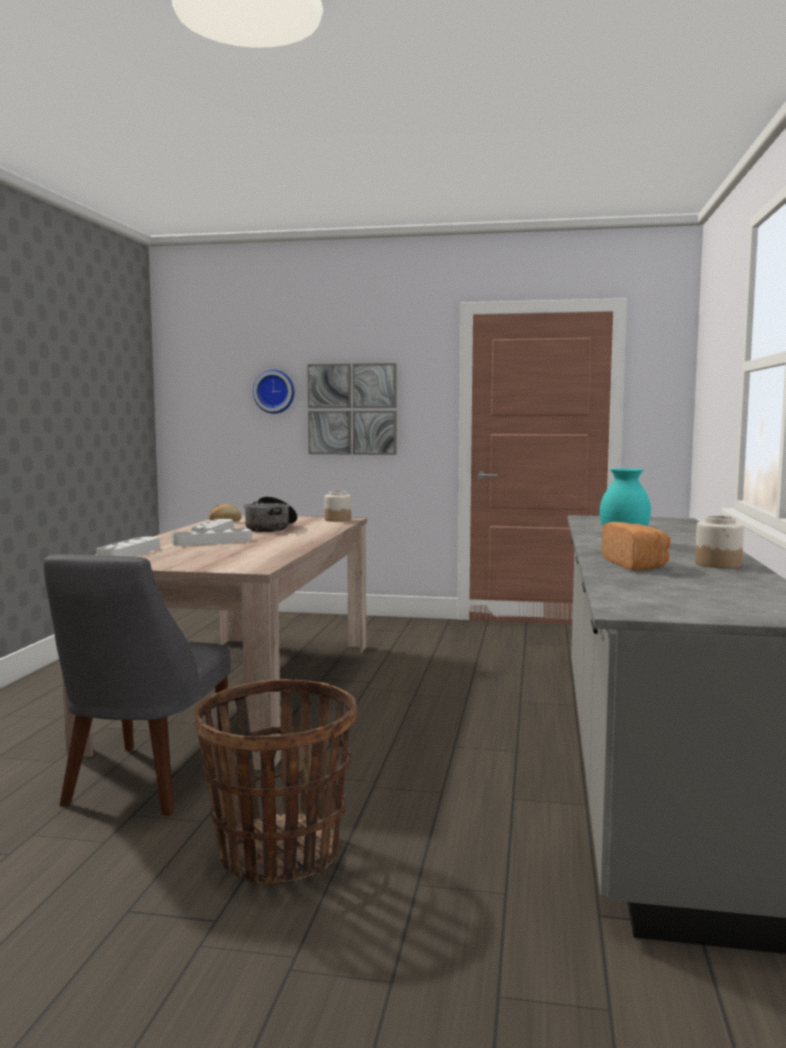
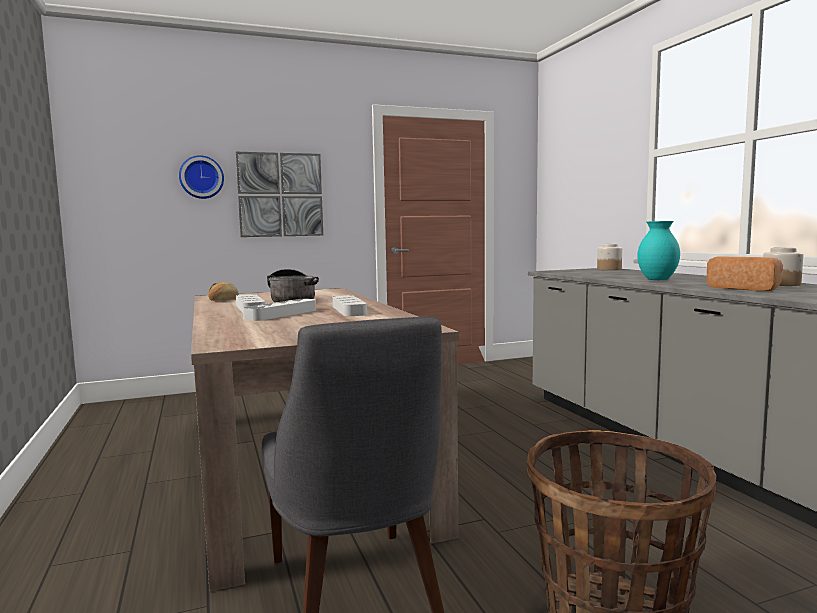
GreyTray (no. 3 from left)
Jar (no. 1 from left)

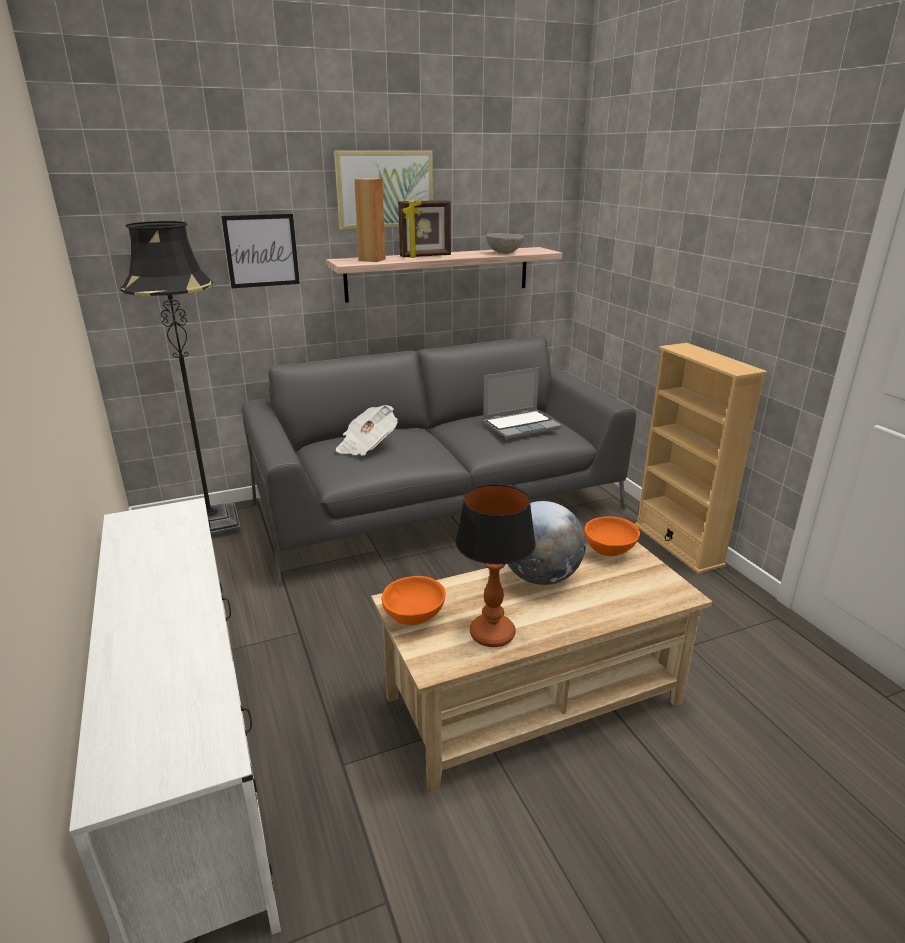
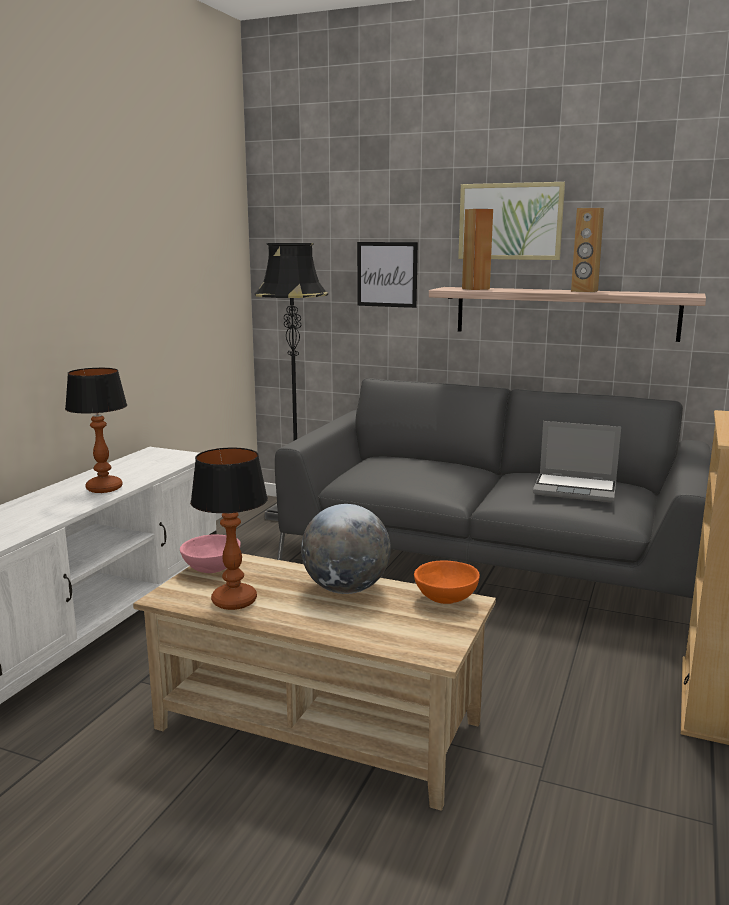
Newspaper
PinkBowl
PictureFrame
GreyBowl
TableLamp (no. 1 from left)
BrownSpeaker (no. 2 from left)

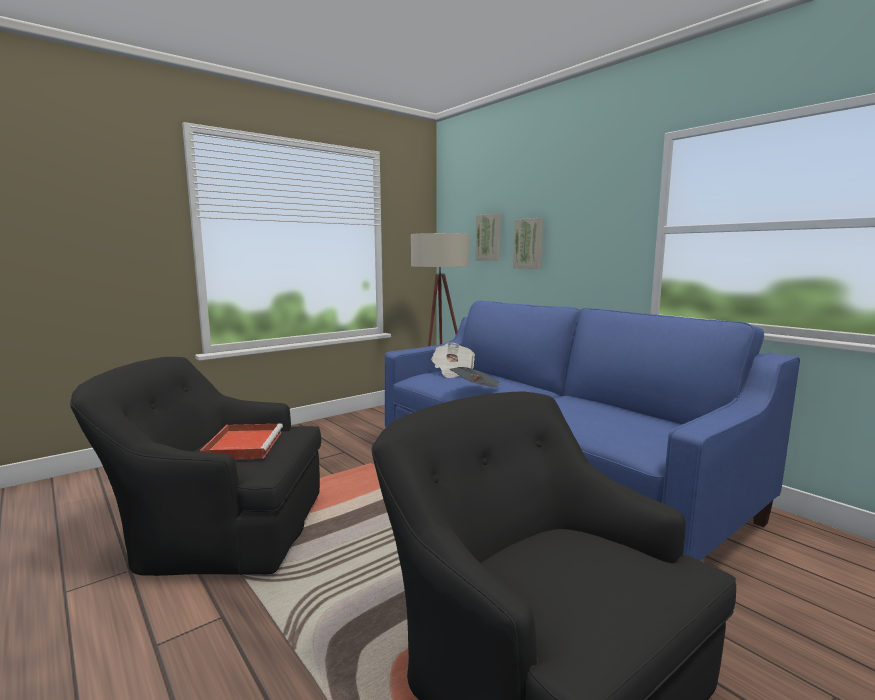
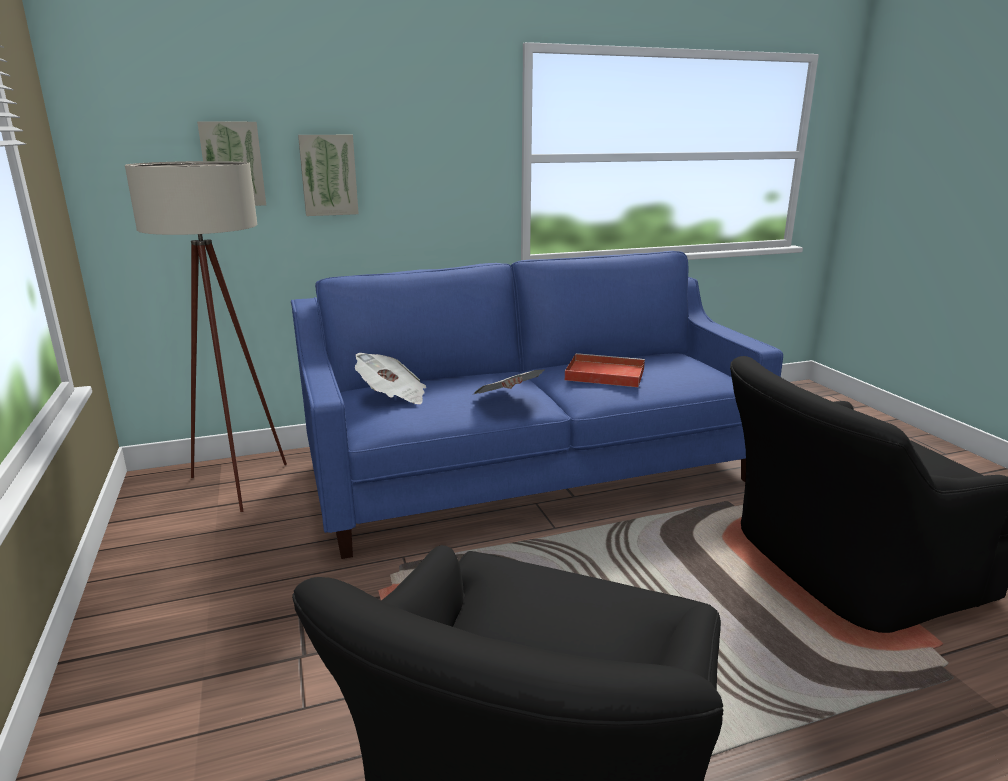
RedTray

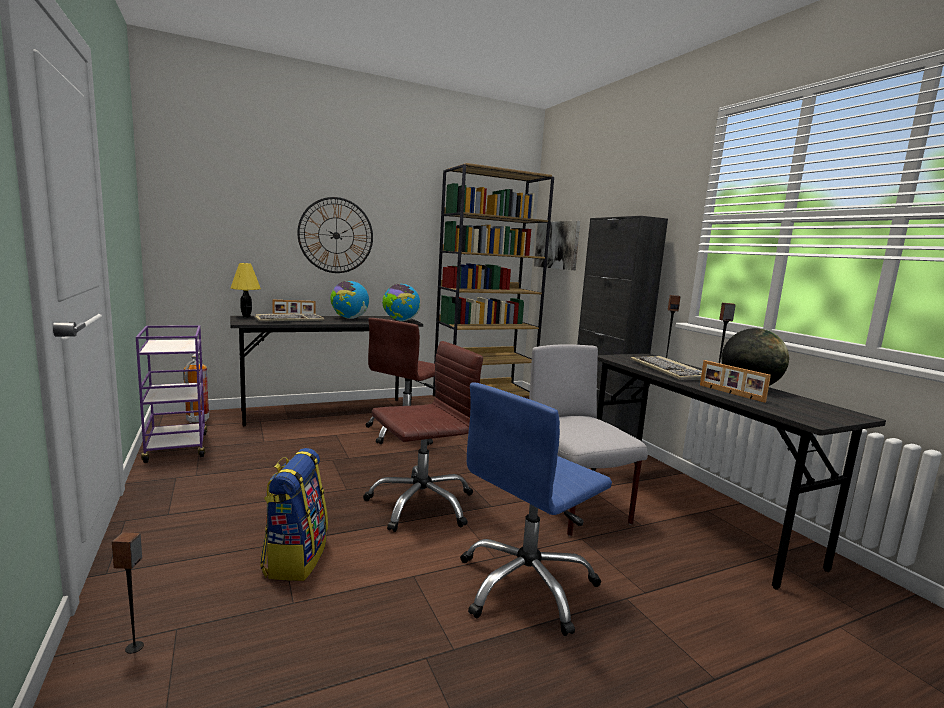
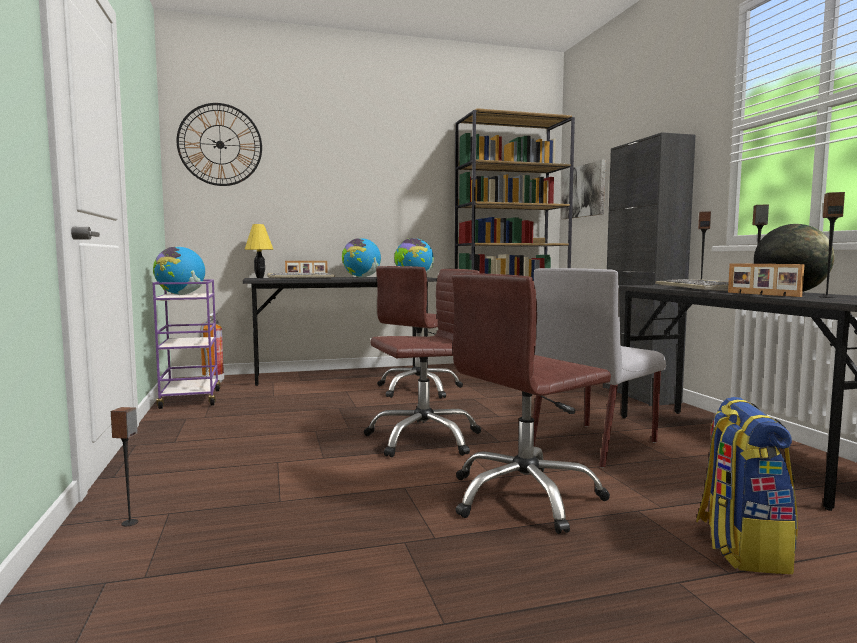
Backpack
WallClock
BrownOfficeChair (no. 3 from left)
GreyChair
Globe (no. 1 from left)
Speaker (no. 4 from left)

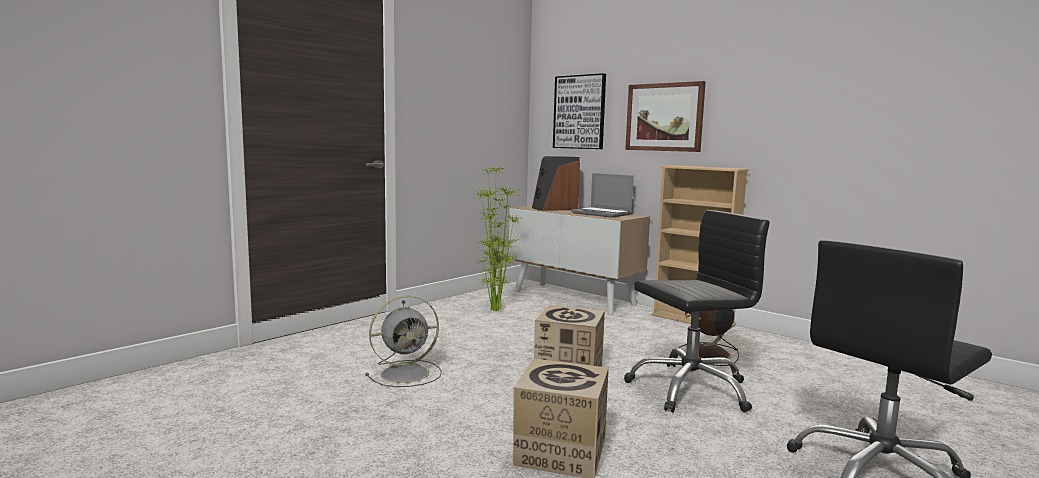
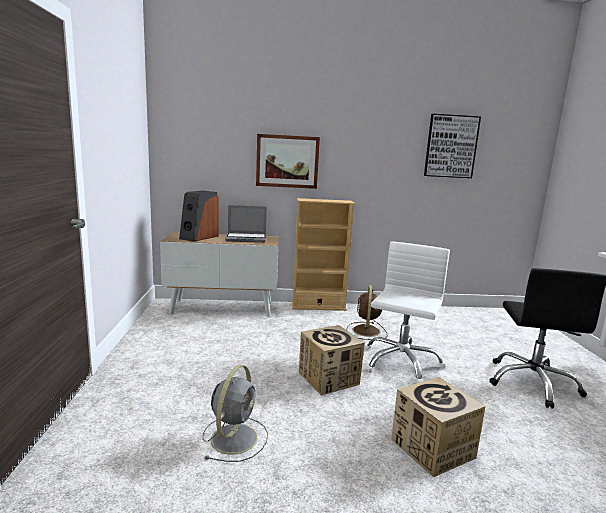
PottedPlant
Picture (no. 2 from left)
WhiteOfficeChair

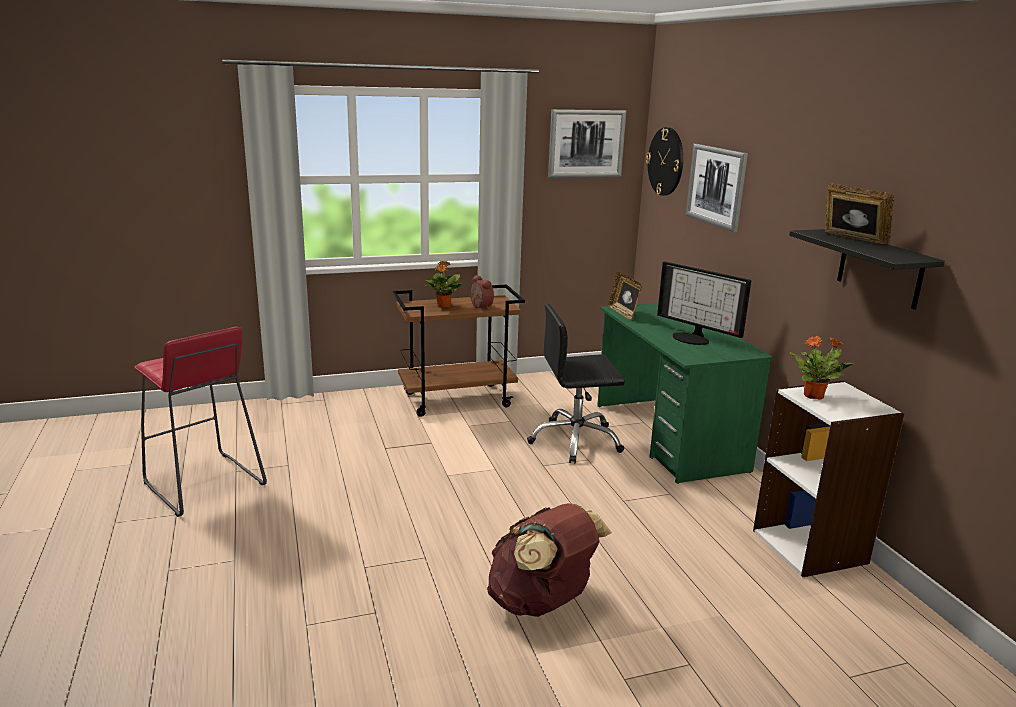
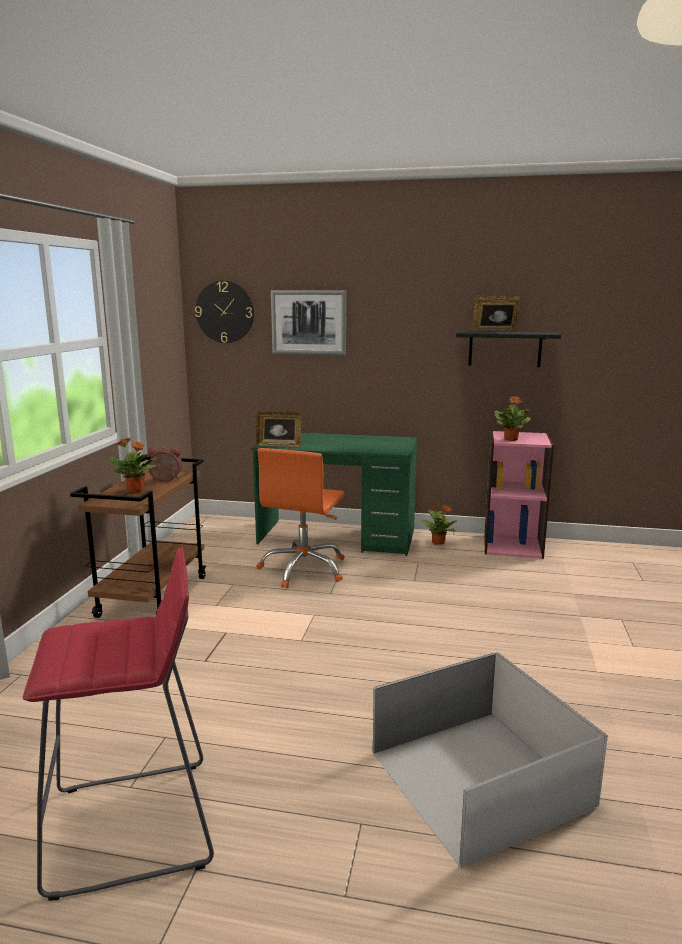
BrownBackpack
OrangeOfficeChair
Picture (no. 1 from left in the first image)
Monitor
PinkBookcase
WhiteStorageBox
PottedPlant (no. 2 from left)

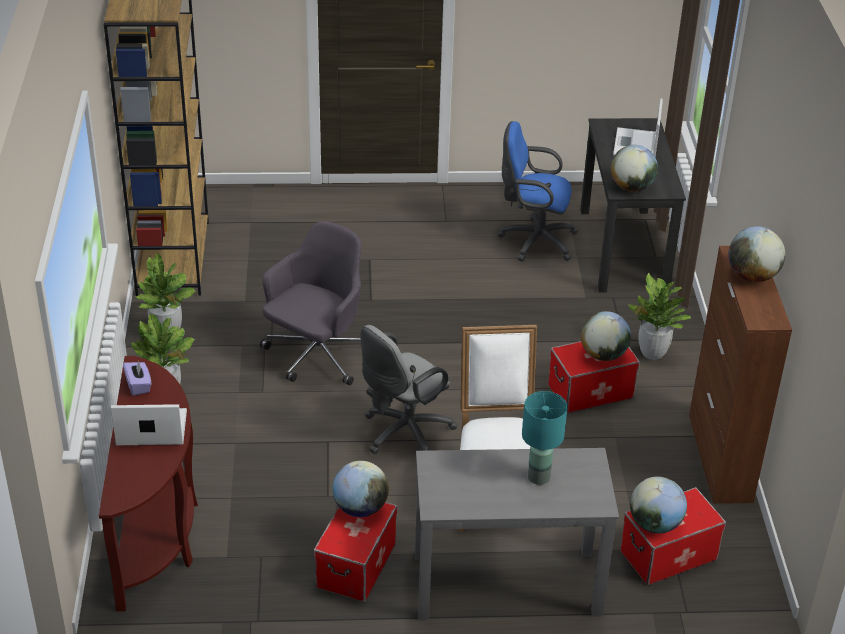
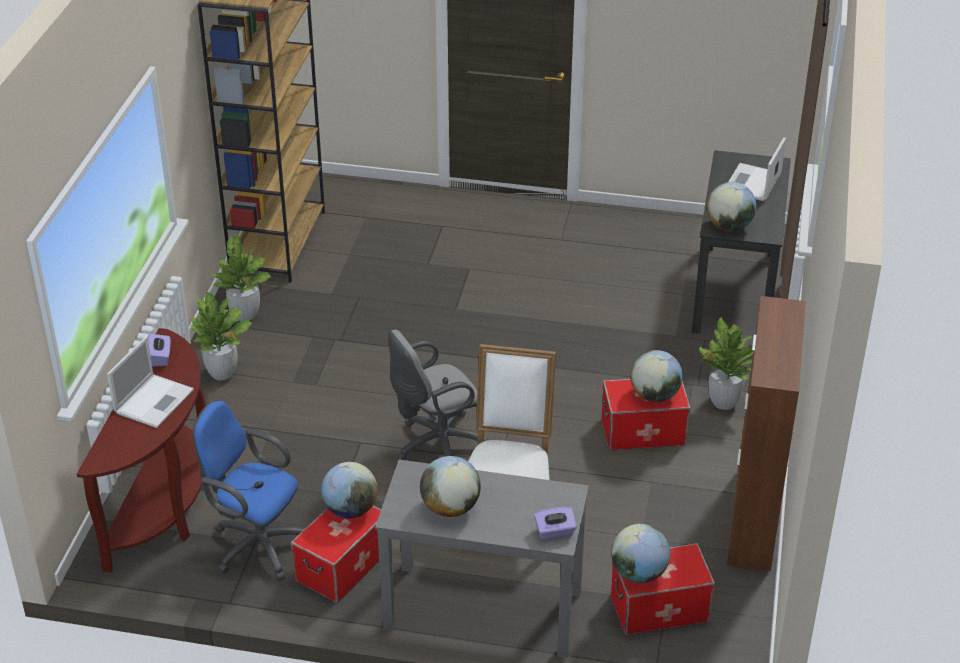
Laptop (no. 1 from left)
GreyOfficeChair (no. 1 from left in the first image)
BlueOfficeChair
TurquoiseTableLamp
Globe (no. 2 from left)
PurpleTissueBox (no. 2 from left)

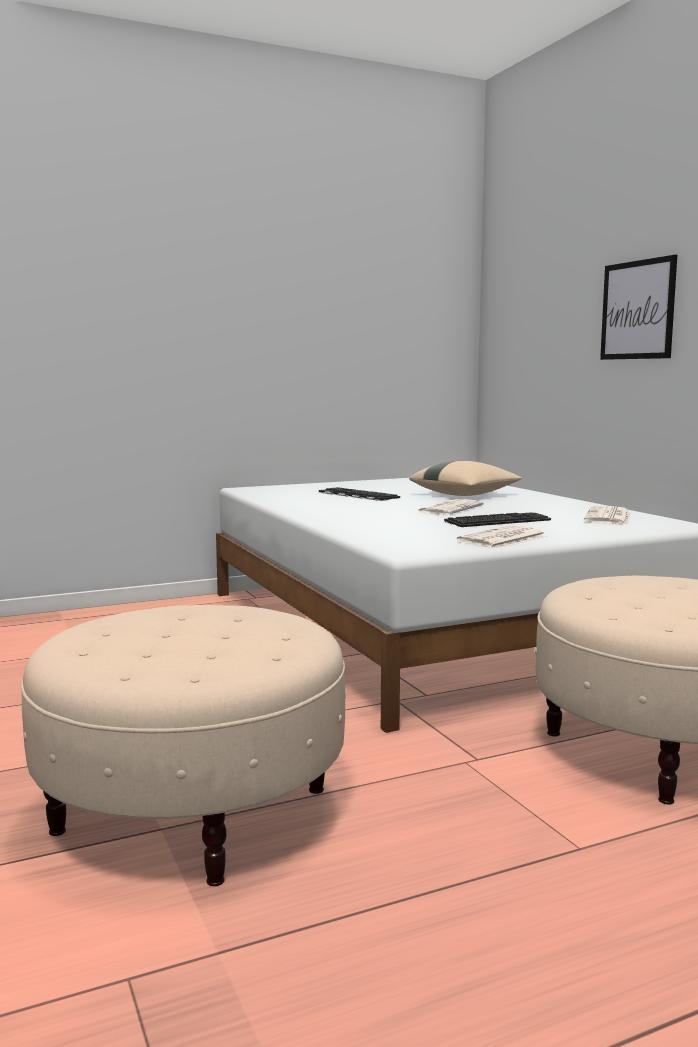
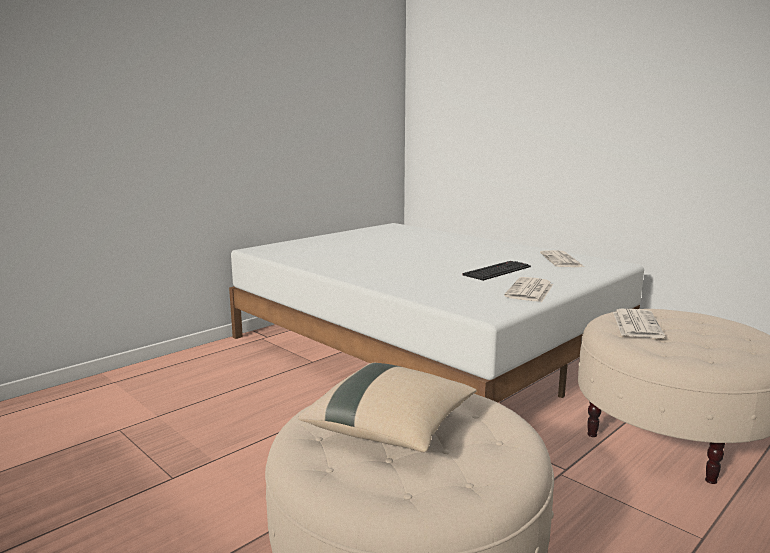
Keyboard (no. 1 from left in the first image)
BeigePillow
Newspaper (no. 3 from left)
Picture

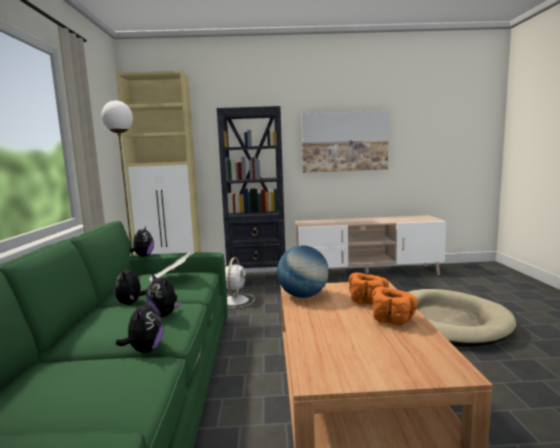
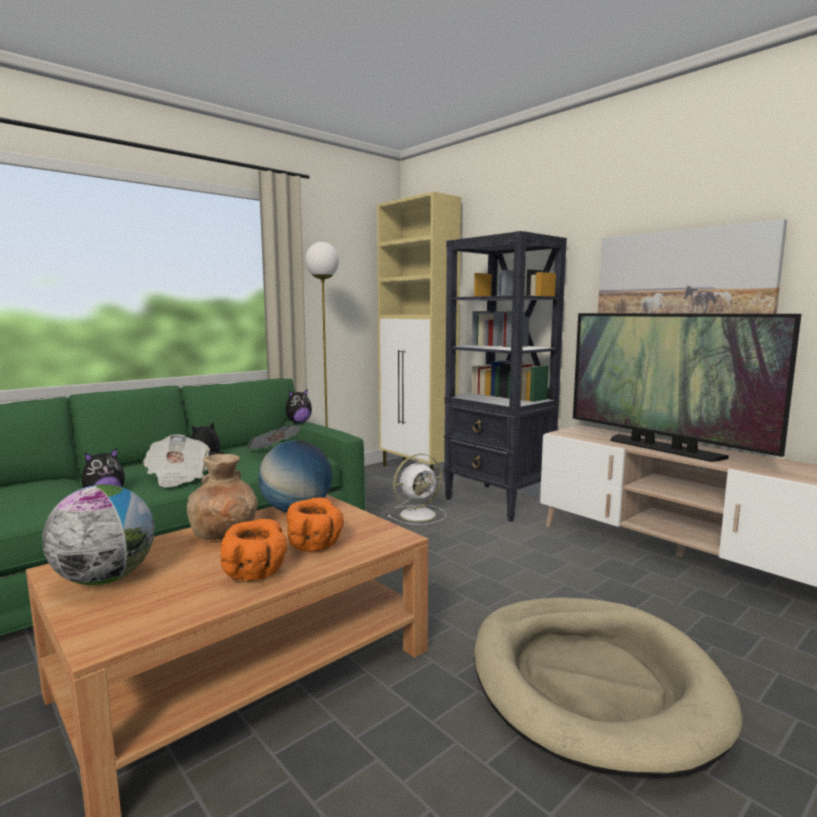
Newspaper (no. 1 from left)
Globe (no. 1 from left)
BrownVase
Television

